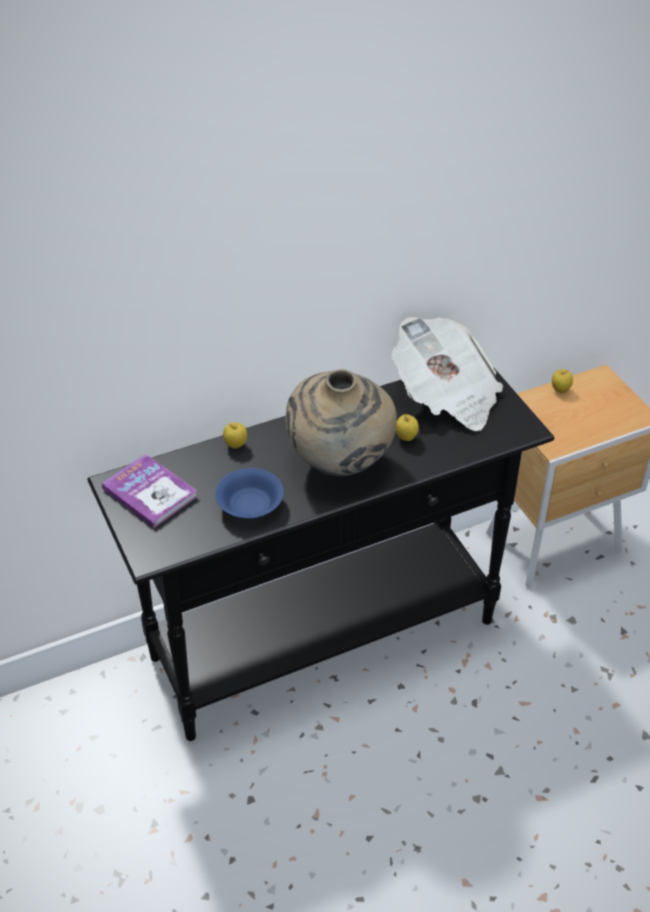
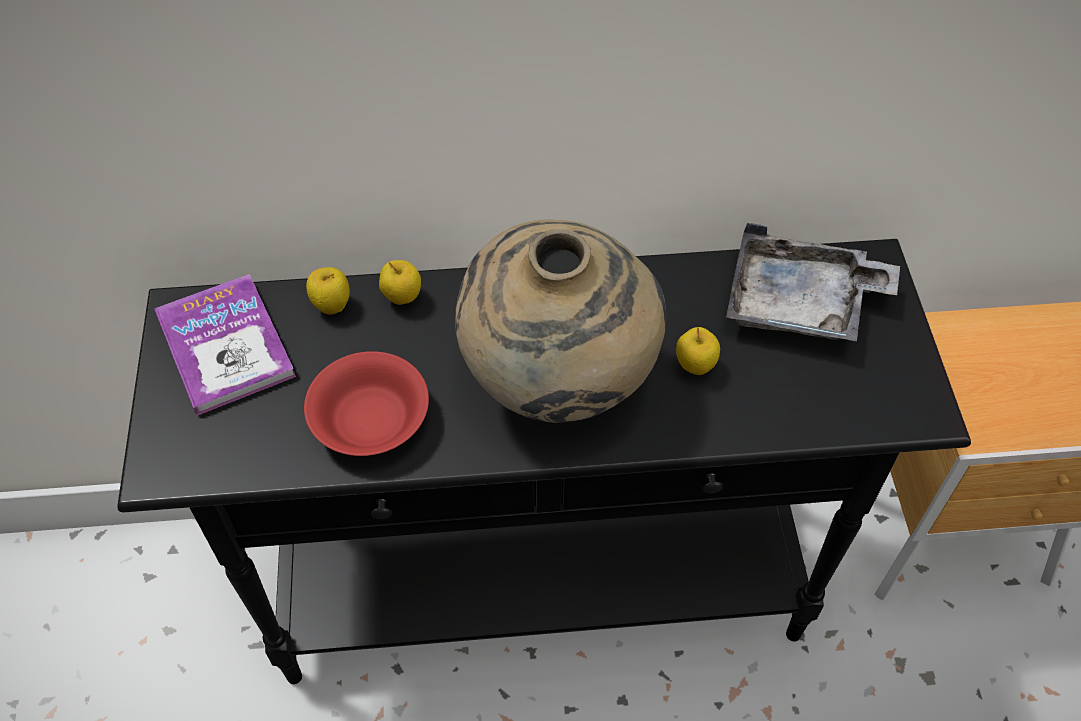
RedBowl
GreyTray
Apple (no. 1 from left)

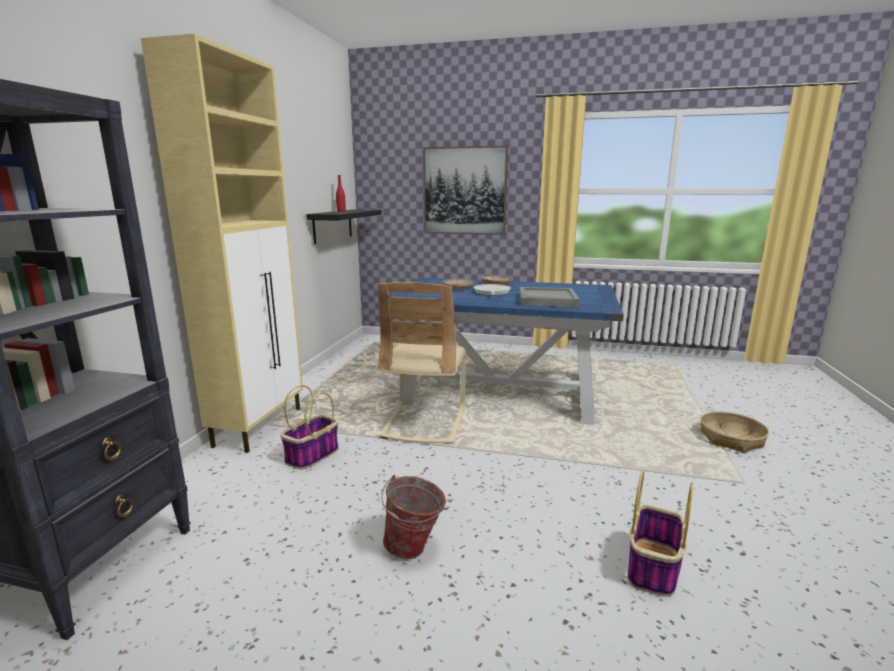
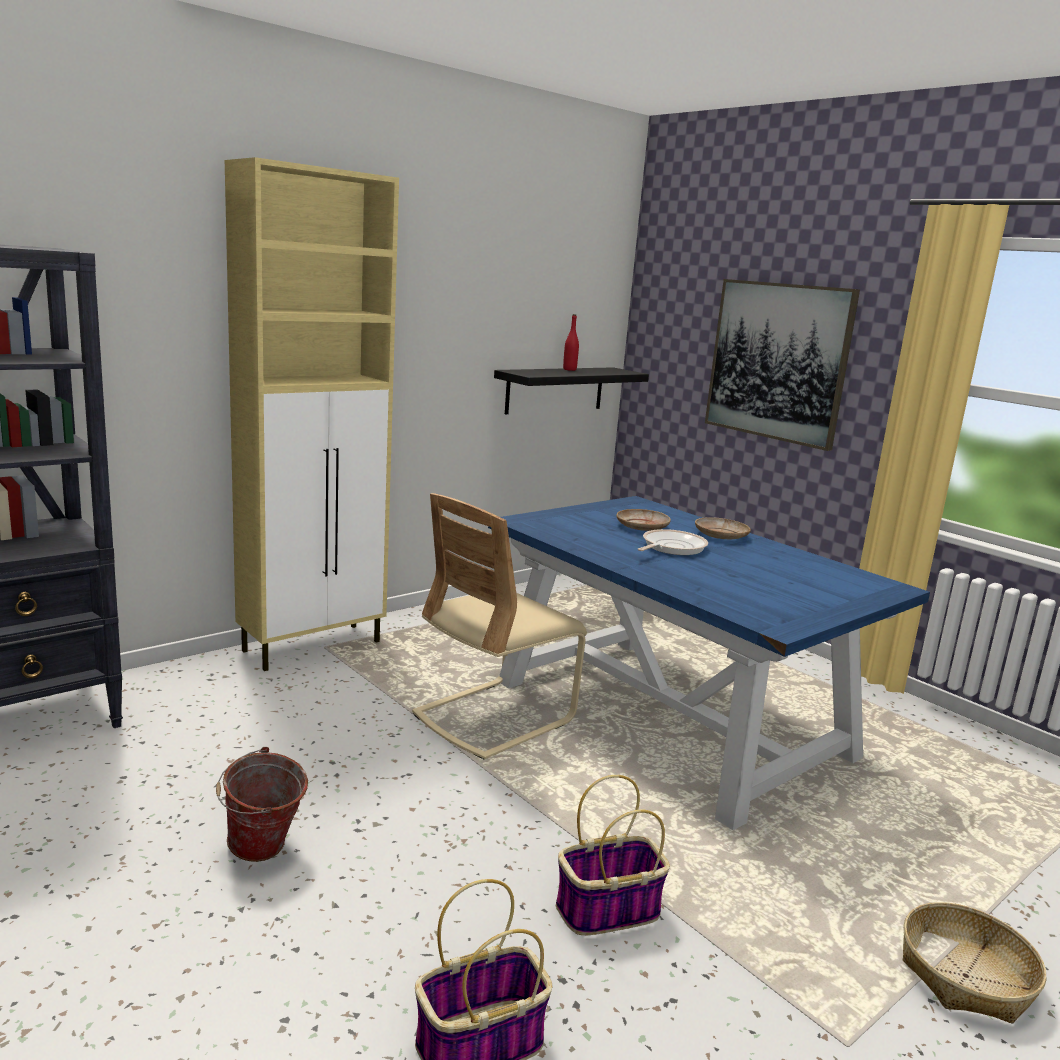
Basket (no. 2 from left)
GreyTray

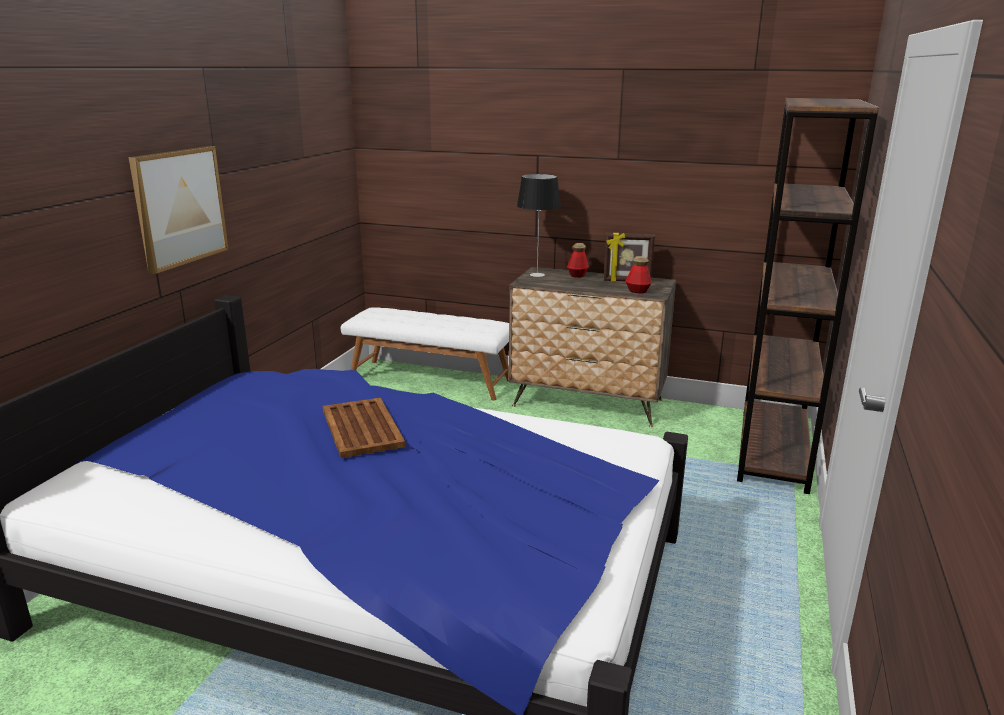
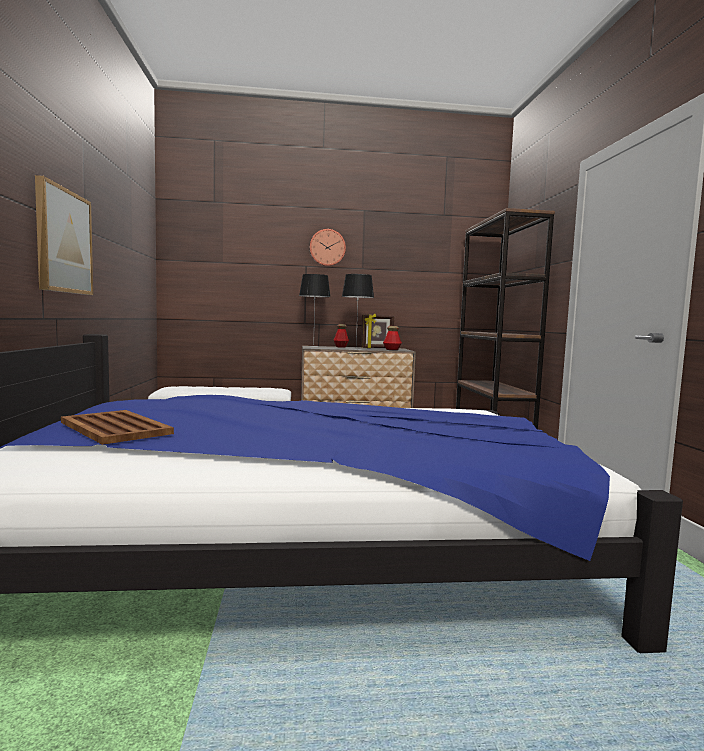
BrownTray
WallClock
TableLamp (no. 2 from left)

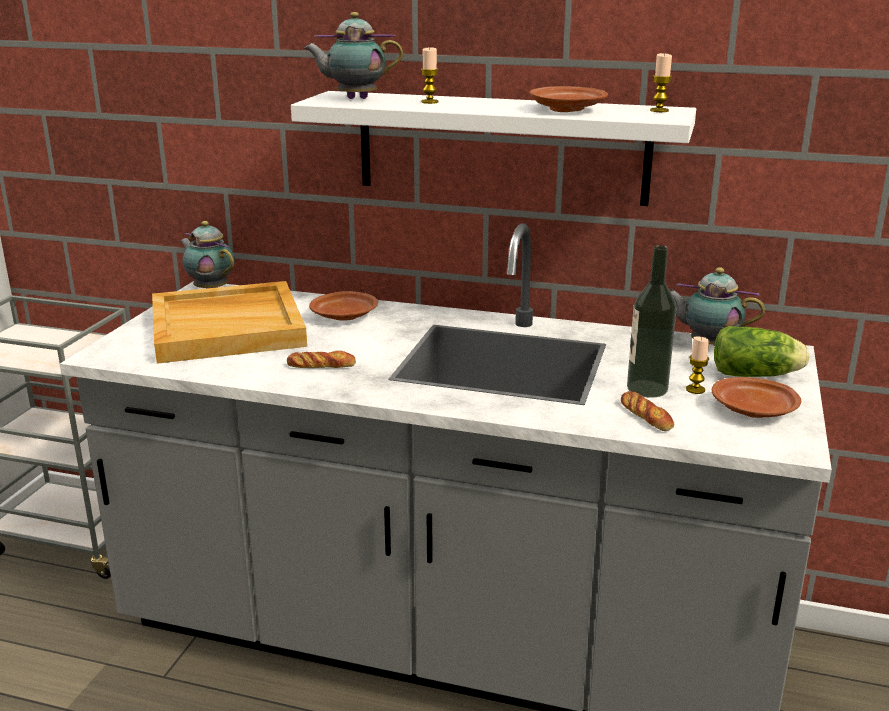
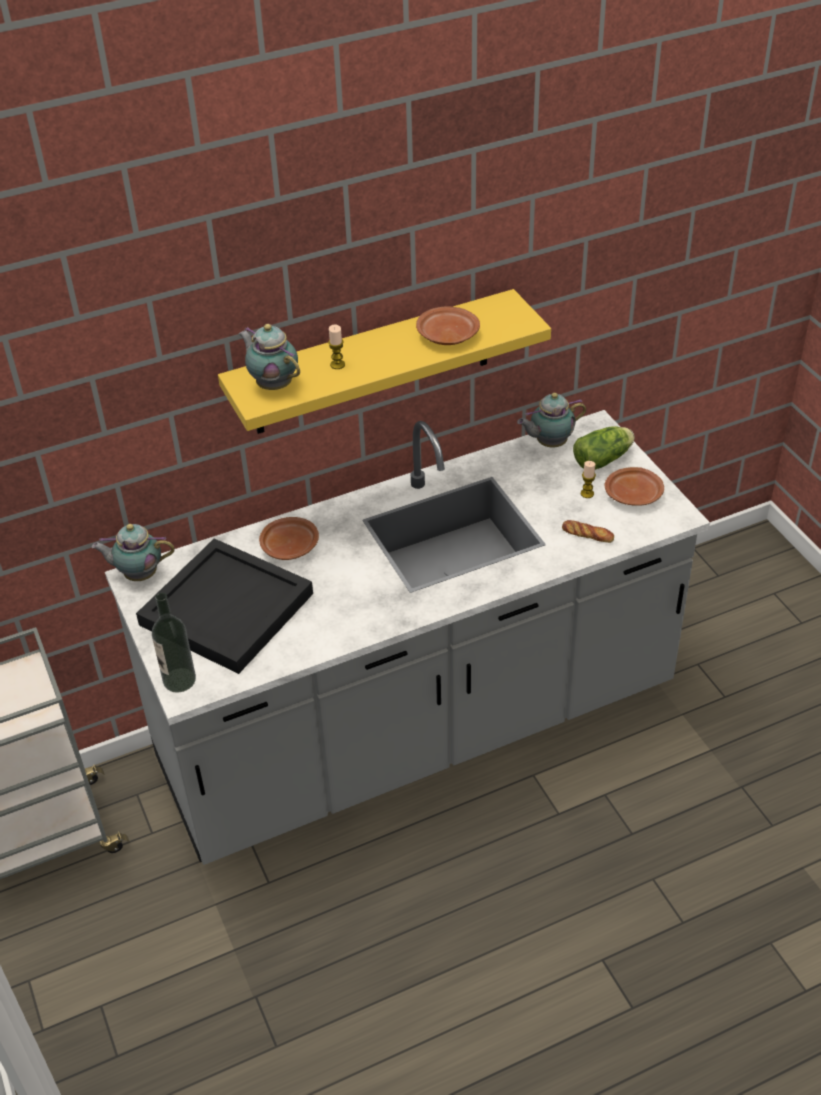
BlackTray
Bread (no. 1 from left in the first image)
YellowShelf
Teapot (no. 2 from left)
Bottle
Candle (no. 2 from left in the first image)

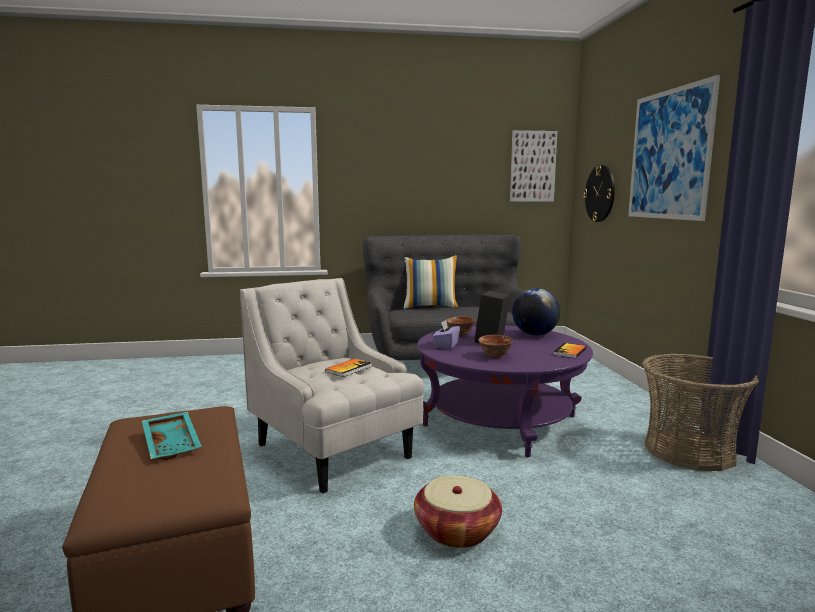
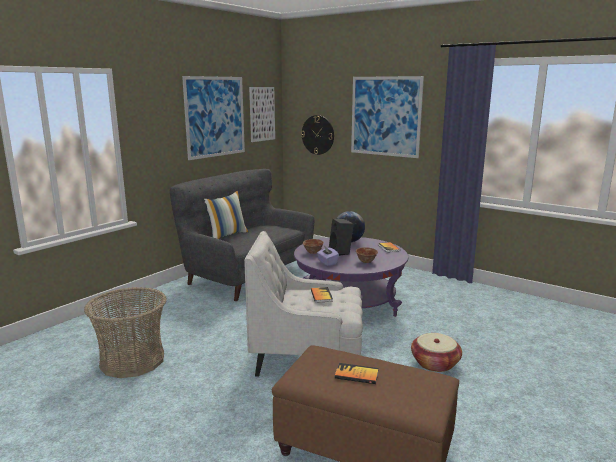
Book (no. 2 from left)
Basket (no. 1 from left)
Picture (no. 1 from left)

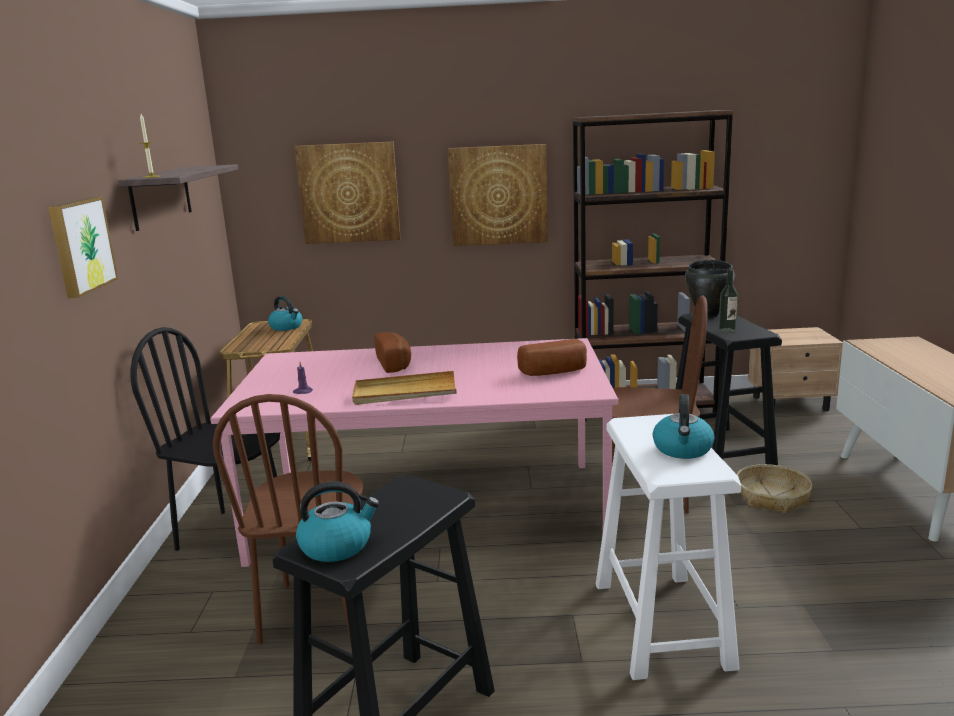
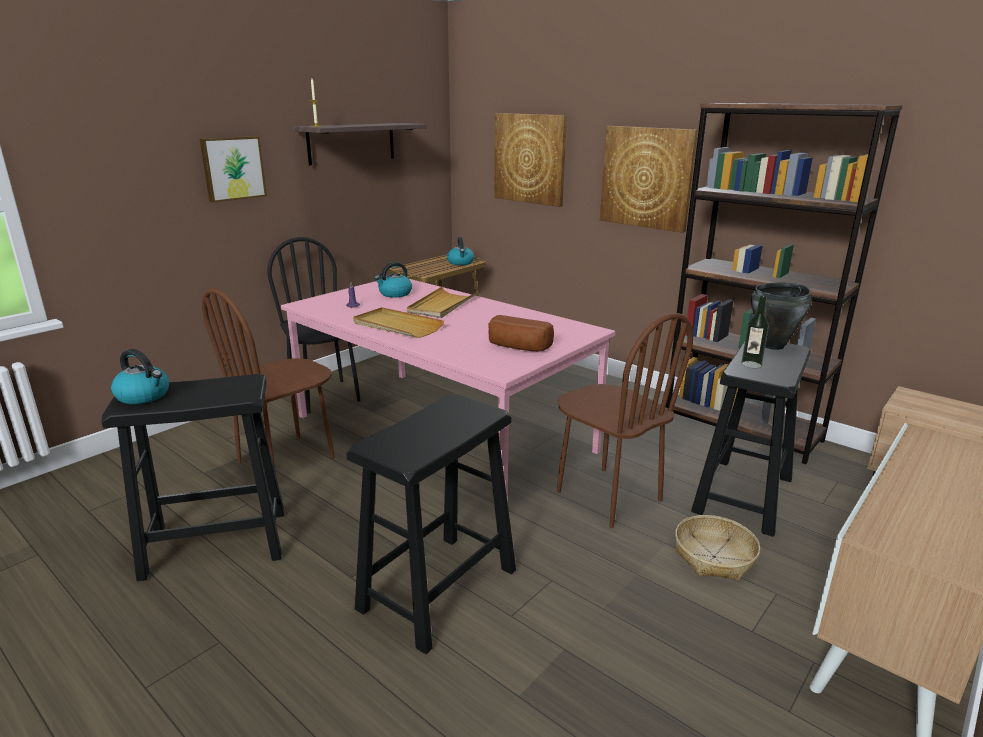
BeigeTray (no. 2 from left)
BlackStool (no. 2 from left)
Kettle (no. 2 from left)

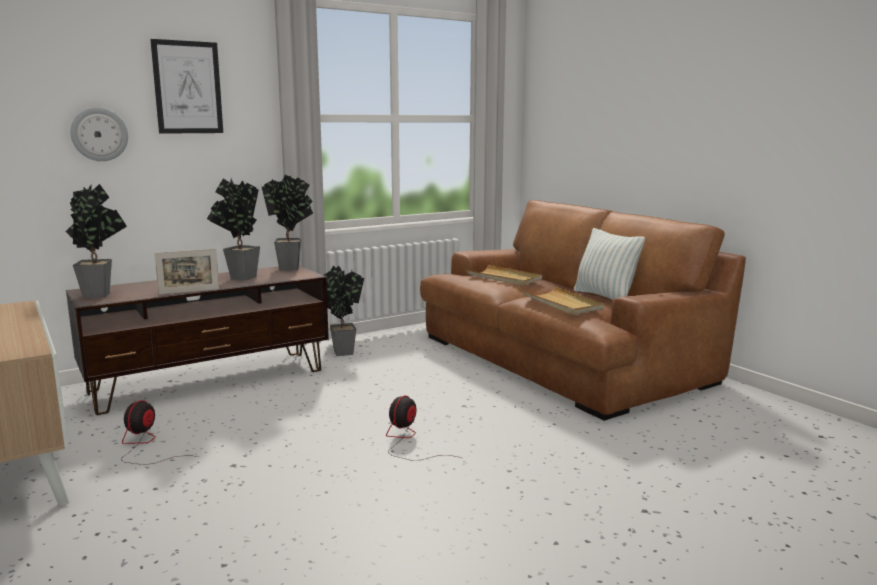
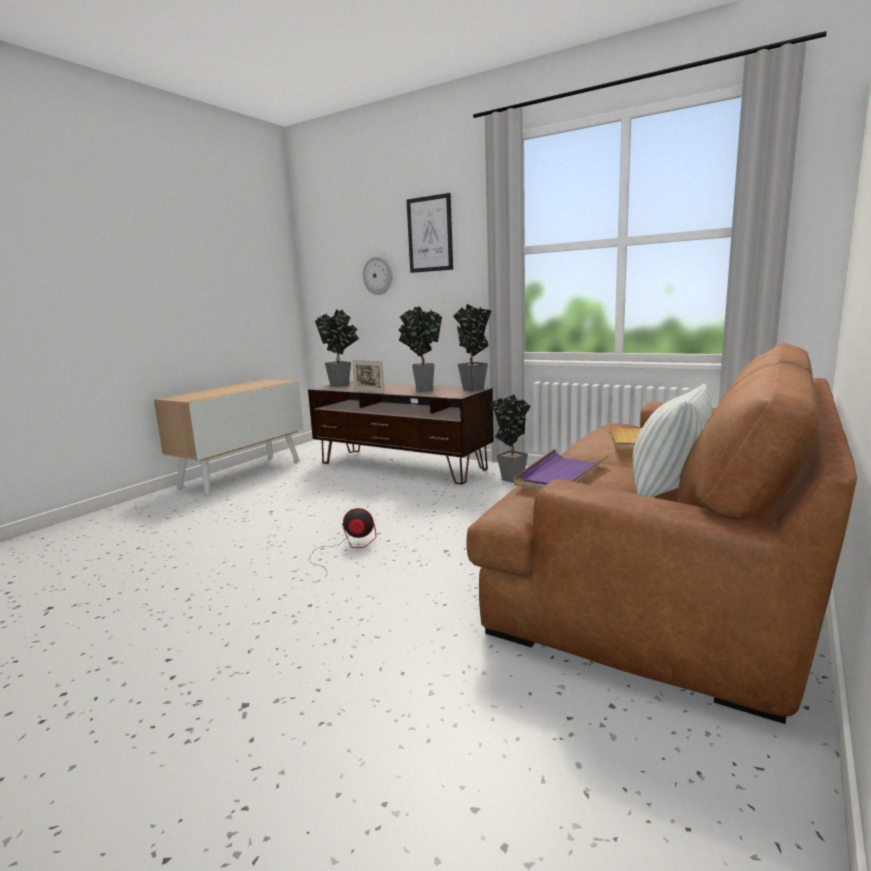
Fan (no. 1 from left in the first image)
PurpleTray

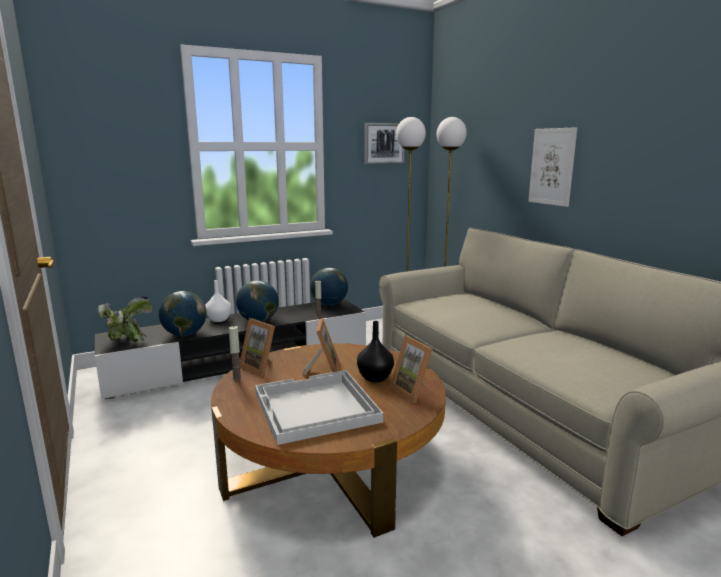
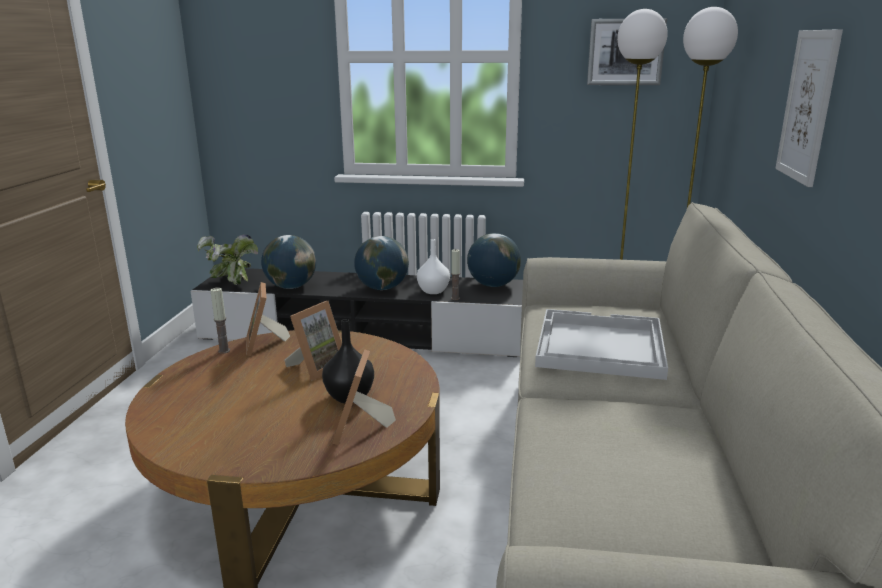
WhiteVase
WhiteTray

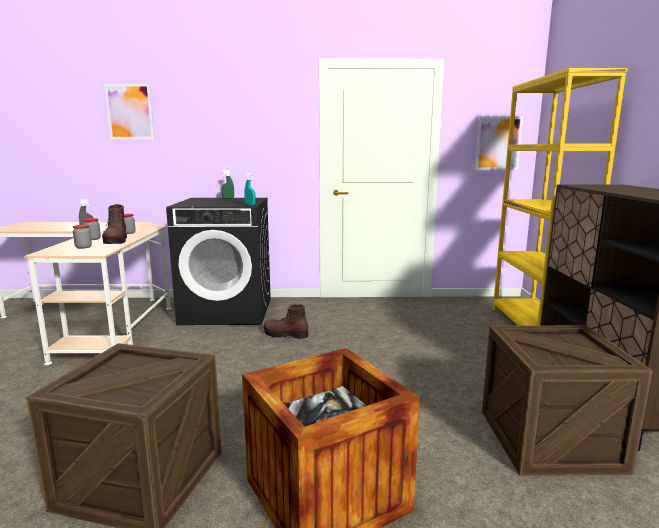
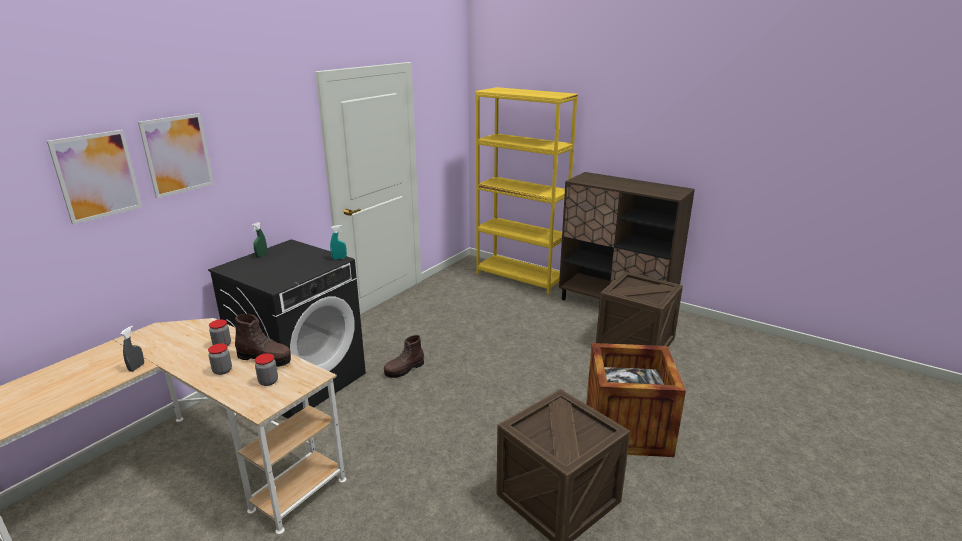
Picture (no. 2 from left)

